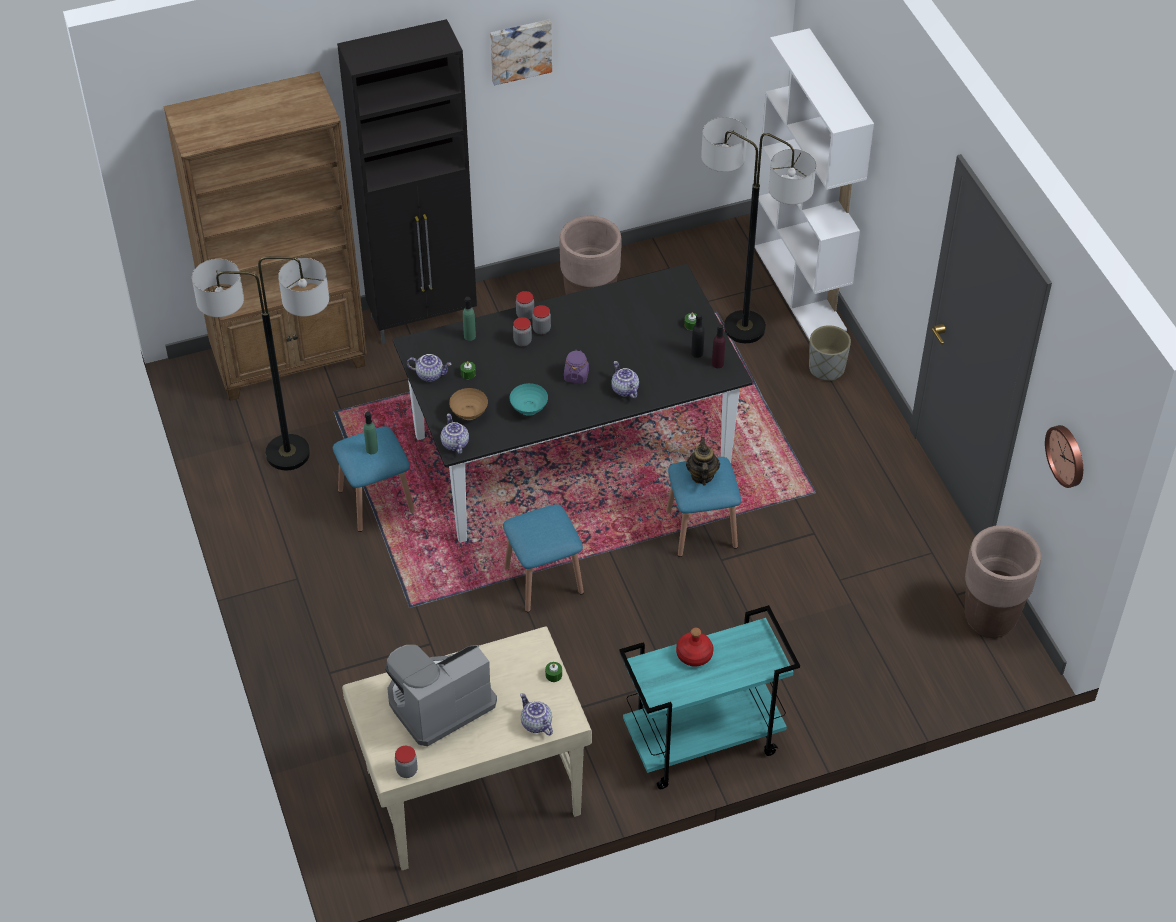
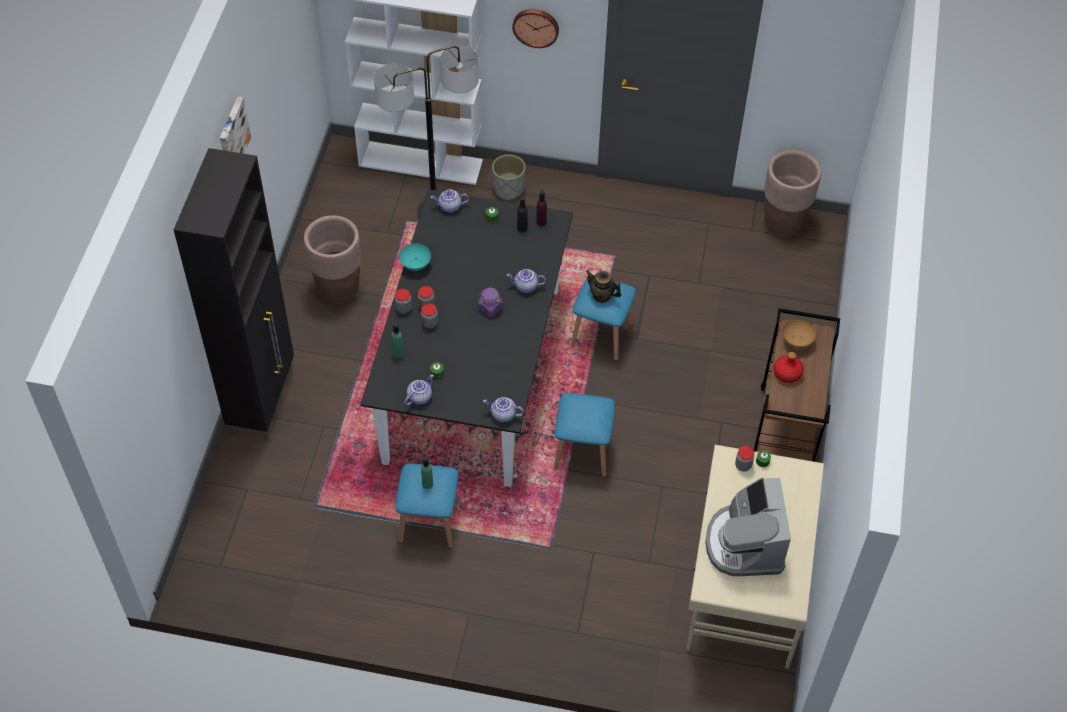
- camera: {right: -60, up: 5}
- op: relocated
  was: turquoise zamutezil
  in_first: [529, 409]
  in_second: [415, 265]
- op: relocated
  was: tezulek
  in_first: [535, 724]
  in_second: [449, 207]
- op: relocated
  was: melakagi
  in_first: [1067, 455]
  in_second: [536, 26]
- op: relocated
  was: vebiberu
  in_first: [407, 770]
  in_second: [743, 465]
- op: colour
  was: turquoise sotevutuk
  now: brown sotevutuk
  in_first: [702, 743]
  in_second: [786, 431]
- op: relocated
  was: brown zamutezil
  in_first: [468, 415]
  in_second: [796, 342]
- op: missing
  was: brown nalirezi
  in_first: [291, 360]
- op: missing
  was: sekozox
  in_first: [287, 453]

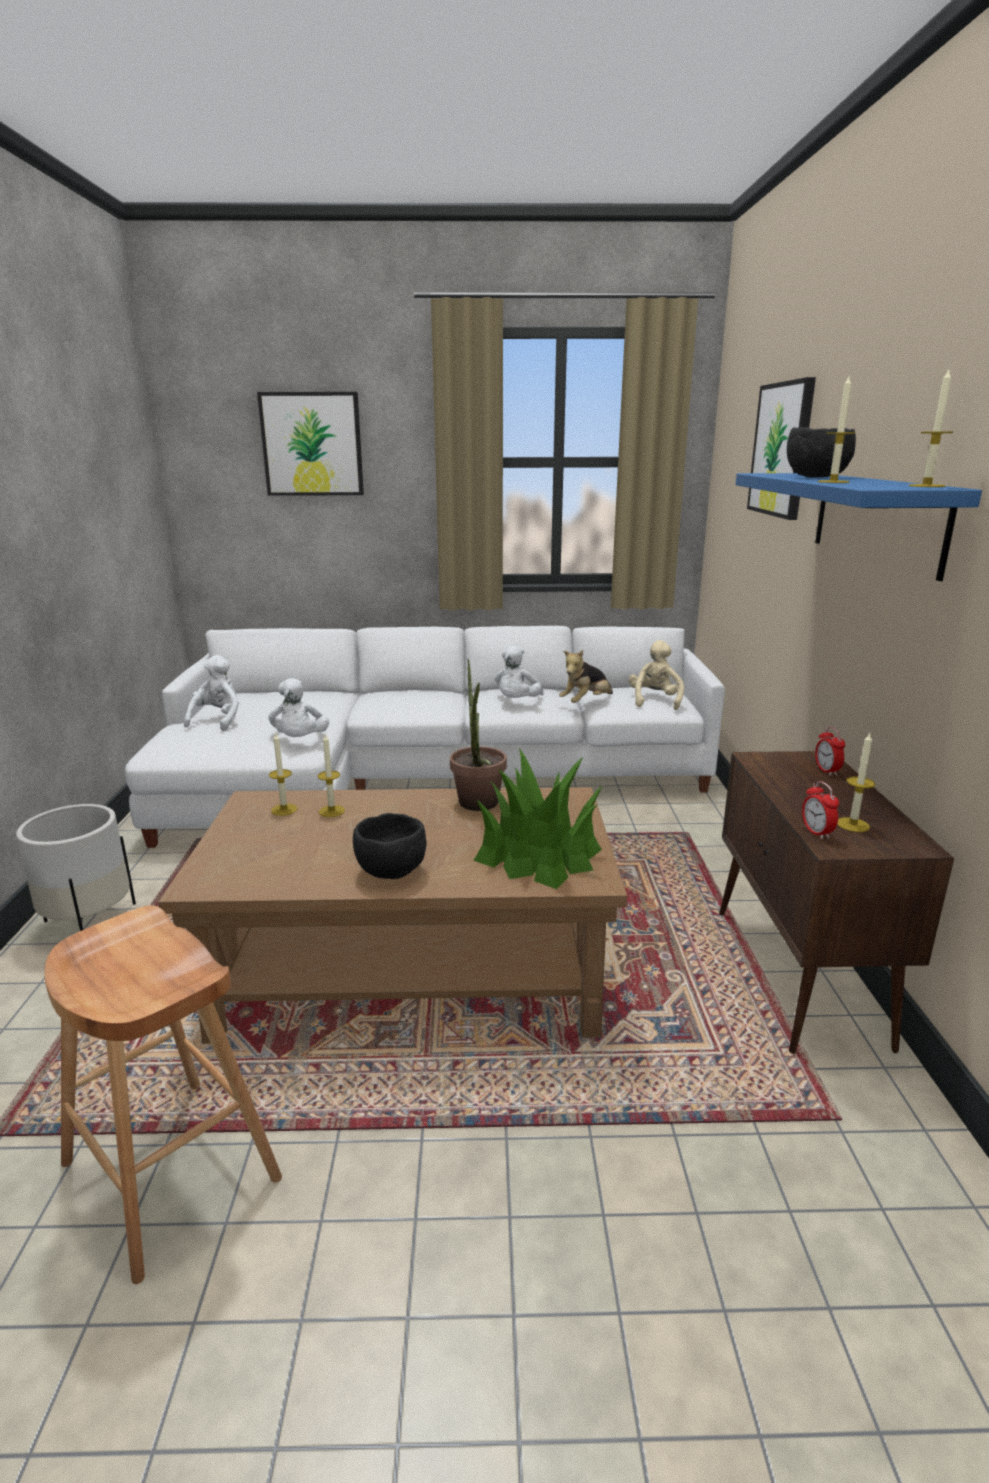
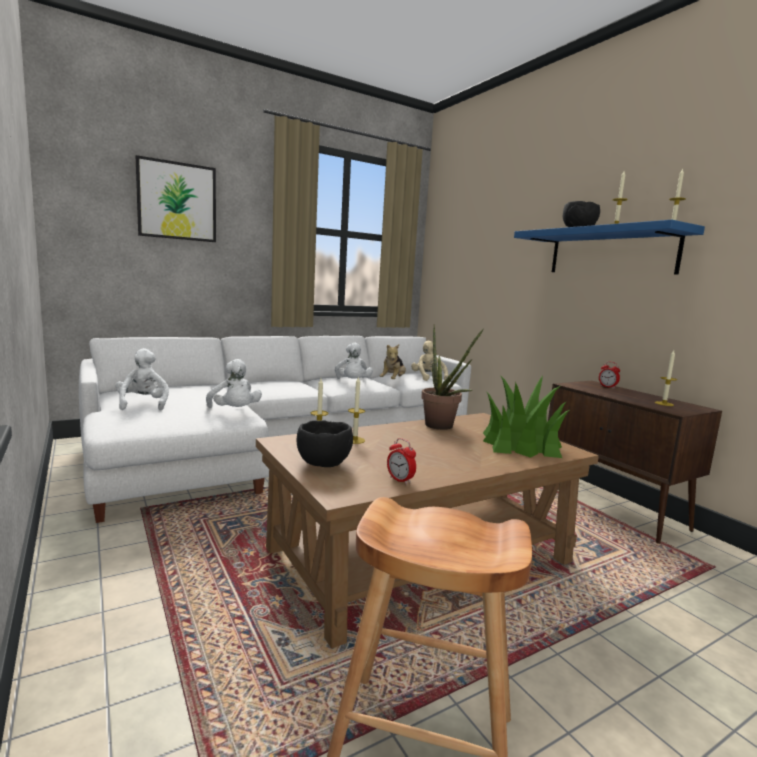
- camera: {right: -30, up: -10}
- op: relocated
  was: black zamutezil
  in_first: [391, 872]
  in_second: [324, 465]
- op: relocated
  was: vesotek
  in_first: [816, 832]
  in_second: [400, 480]
- op: missing
  was: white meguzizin
  in_first: [89, 925]
- op: missing
  was: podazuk
  in_first: [781, 449]

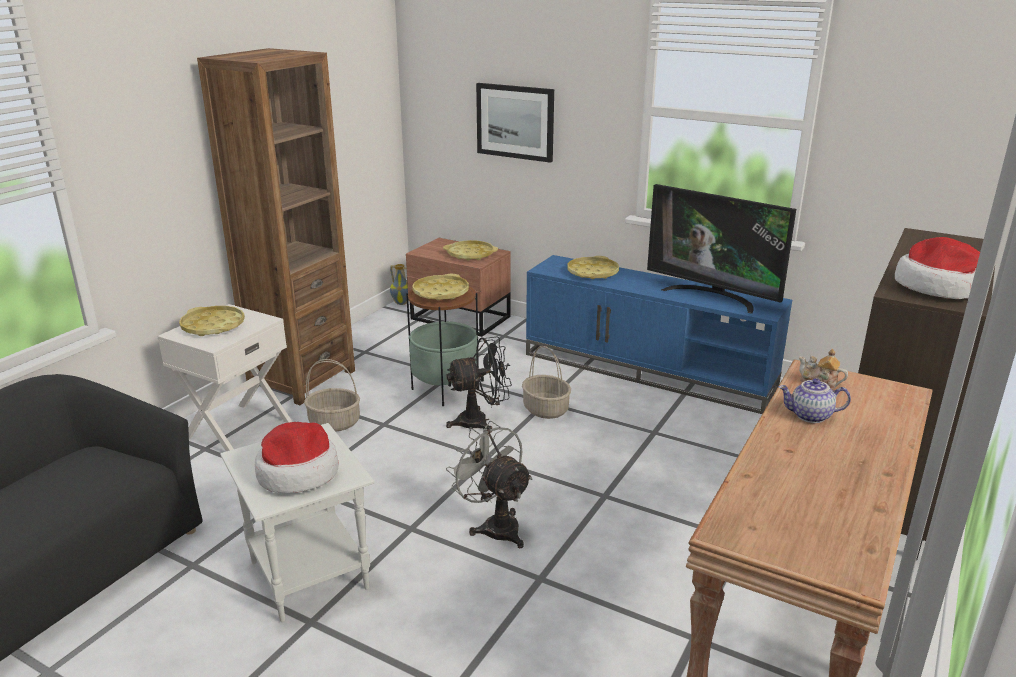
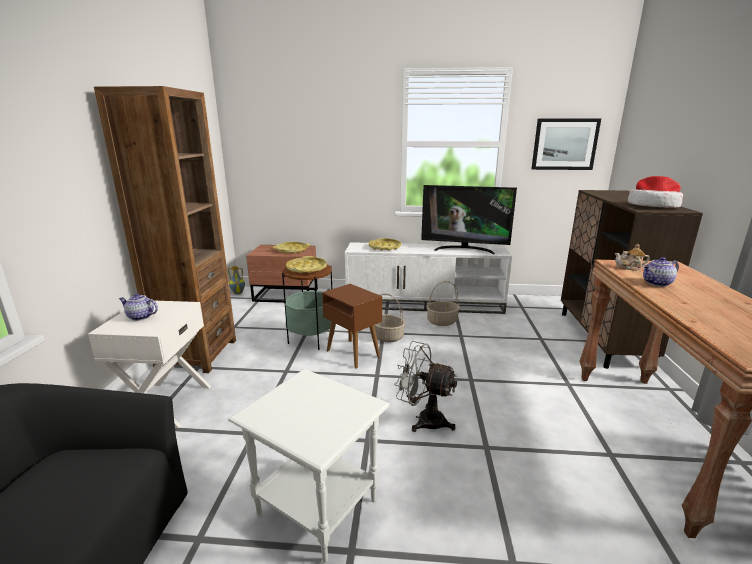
- camera: {right: -25, up: -5}
- op: exchanged
  was: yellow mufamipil
  now: tezulek
  in_first: [213, 326]
  in_second: [140, 317]
- op: exchanged
  was: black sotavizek
  now: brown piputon
  in_first: [480, 421]
  in_second: [352, 353]
- op: colour
  was: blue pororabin
  now: white pororabin
  in_first: [649, 370]
  in_second: [425, 303]
- op: relocated
  was: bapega
  in_first: [335, 423]
  in_second: [442, 321]
- op: relocated
  was: podazuk
  in_first: [515, 122]
  in_second: [564, 144]
- op: missing
  was: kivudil
  in_first: [298, 473]

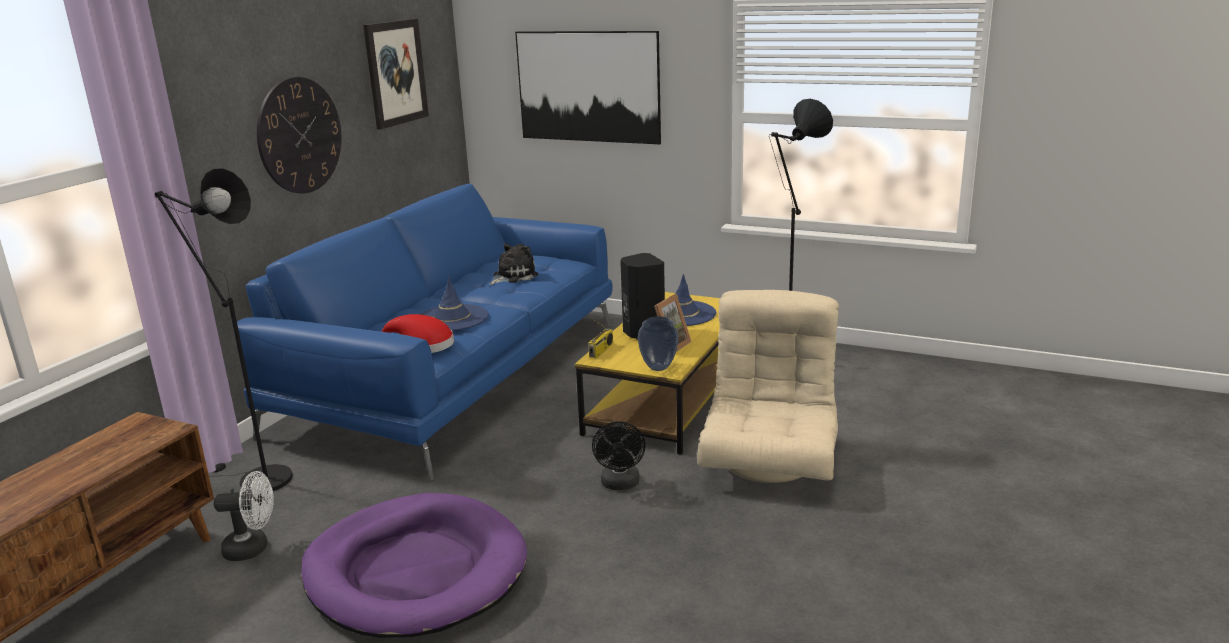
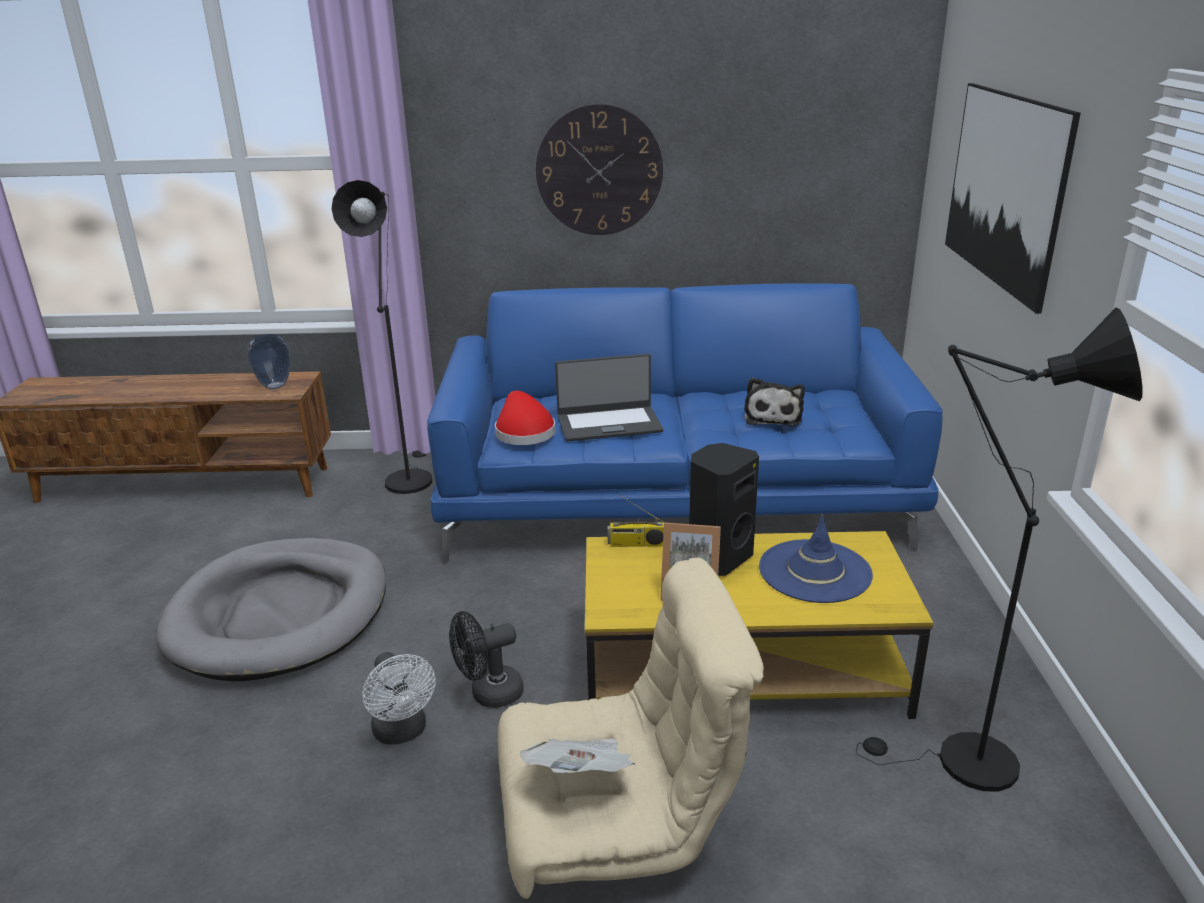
- camera: {right: 65, up: 5}
- op: colour
  was: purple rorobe
  now: grey rorobe
  in_first: [415, 571]
  in_second: [280, 614]
- op: relocated
  was: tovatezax
  in_first: [658, 367]
  in_second: [275, 386]
- op: relocated
  was: white sotavizek
  in_first: [253, 548]
  in_second: [403, 732]
- op: appeared
  now: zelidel
  in_second: [581, 777]
- op: exchanged
  was: blue kivudil
  now: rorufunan
  in_first: [452, 318]
  in_second: [609, 424]
- op: spun
  was: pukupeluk
  in_first: [512, 276]
  in_second: [773, 416]
  clockwise: 75
- op: missing
  was: podazuk
  in_first: [395, 73]

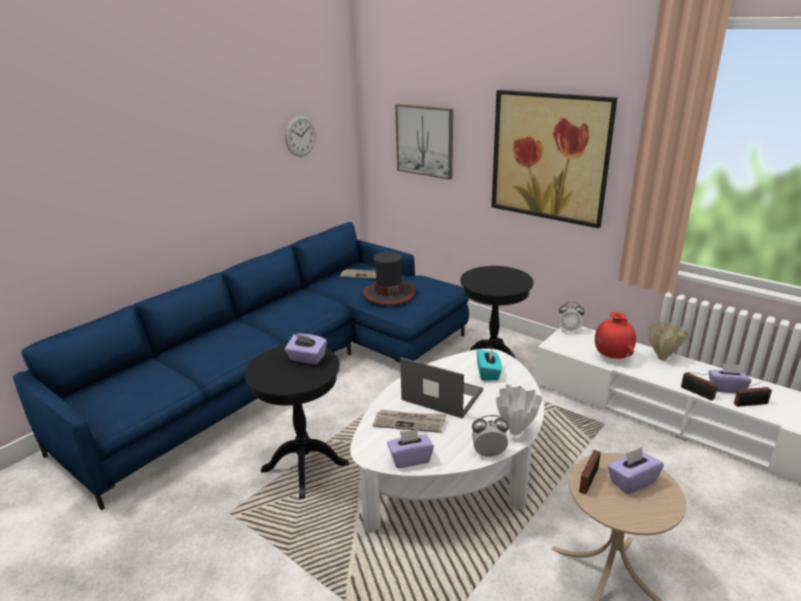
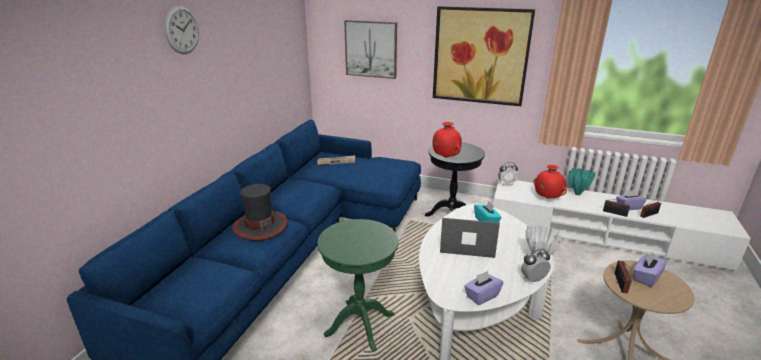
- camera: {right: -20, up: 0}
- op: relocated
  was: melakagi
  in_first: [300, 136]
  in_second: [182, 30]
- op: relocated
  was: kivudil
  in_first: [389, 293]
  in_second: [260, 226]
- op: colour
  was: black piputon
  now: green piputon
  in_first: [305, 467]
  in_second: [360, 324]
- op: appeared
  now: red tovatezax
  in_second: [445, 157]
- op: colour
  was: beige tovatezax
  now: turquoise tovatezax
  in_first: [661, 358]
  in_second: [577, 194]
- op: missing
  was: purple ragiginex
  in_first: [307, 358]
- op: missing
  was: zelidel
  in_first: [410, 422]

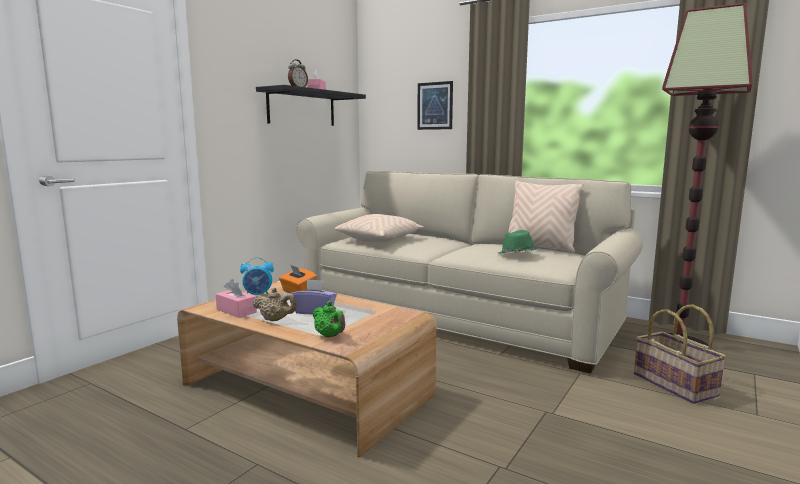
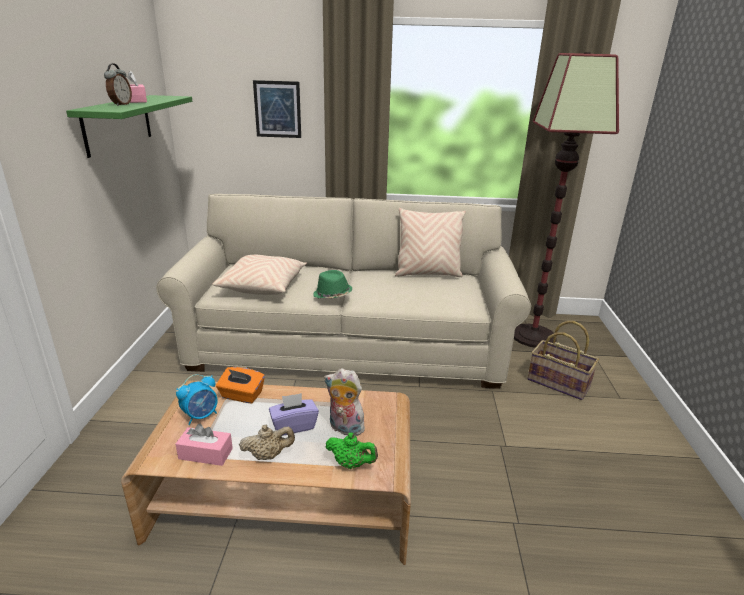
- camera: {right: -30, up: 15}
- op: colour
  was: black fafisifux
  now: green fafisifux
  in_first: [302, 108]
  in_second: [118, 124]
- op: relocated
  was: green kivudil
  in_first: [517, 255]
  in_second: [332, 295]
- op: appeared
  now: pukupeluk
  in_second: [344, 428]

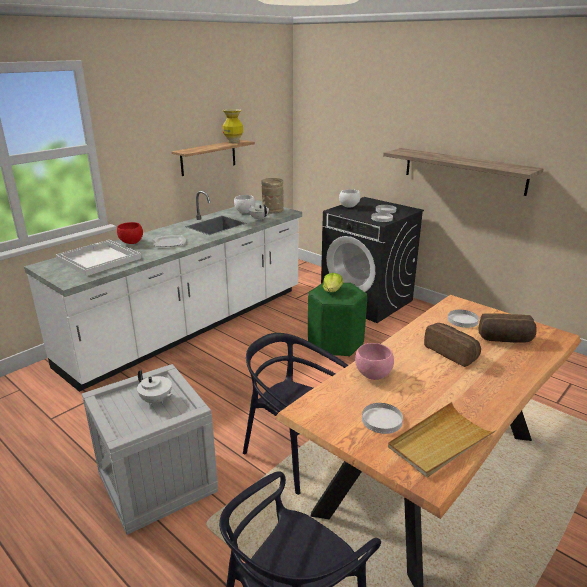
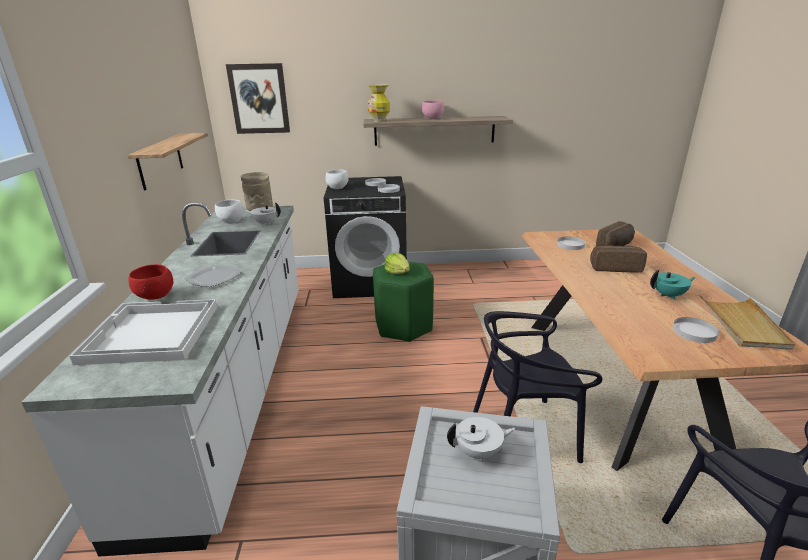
- camera: {right: -45, up: 0}
- op: appeared
  now: podazuk
  in_second: [259, 99]
- op: relocated
  was: tovatezax
  in_first: [233, 142]
  in_second: [379, 121]
- op: relocated
  was: pink zamutezil
  in_first: [373, 375]
  in_second: [433, 118]
- op: appeared
  now: turquoise tezulek
  in_second: [668, 295]

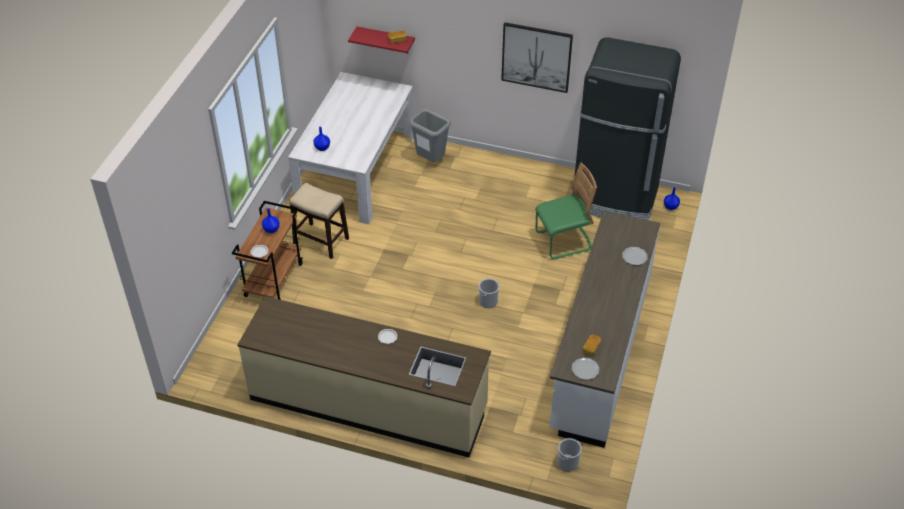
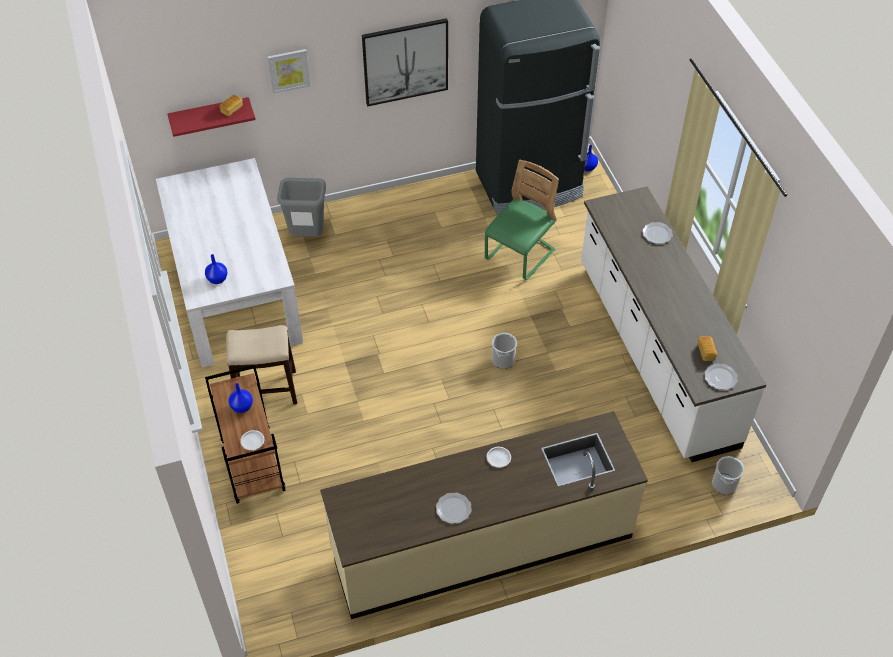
- camera: {right: -35, up: 5}
- op: appeared
  now: podazuk
  in_second: [288, 70]
- op: appeared
  now: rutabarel
  in_second: [454, 509]

